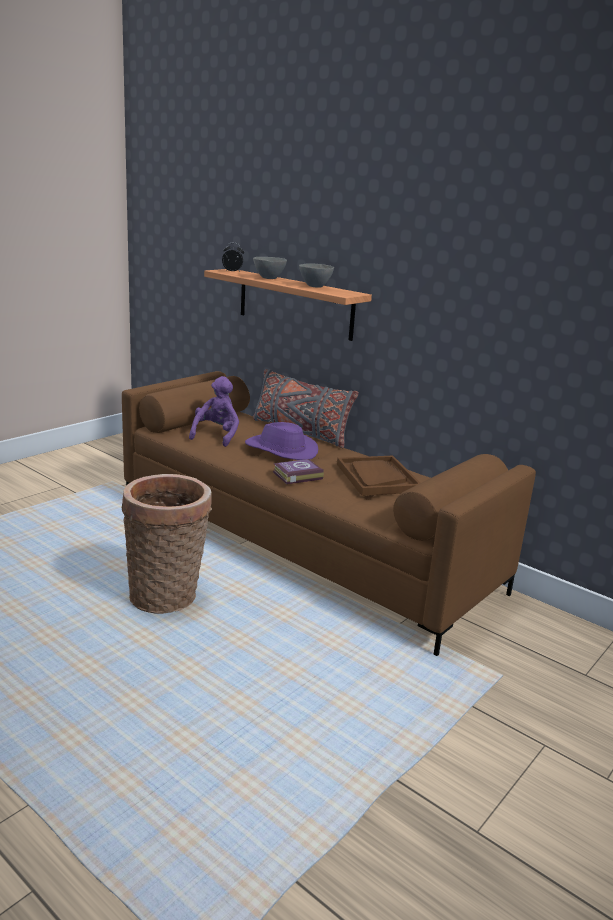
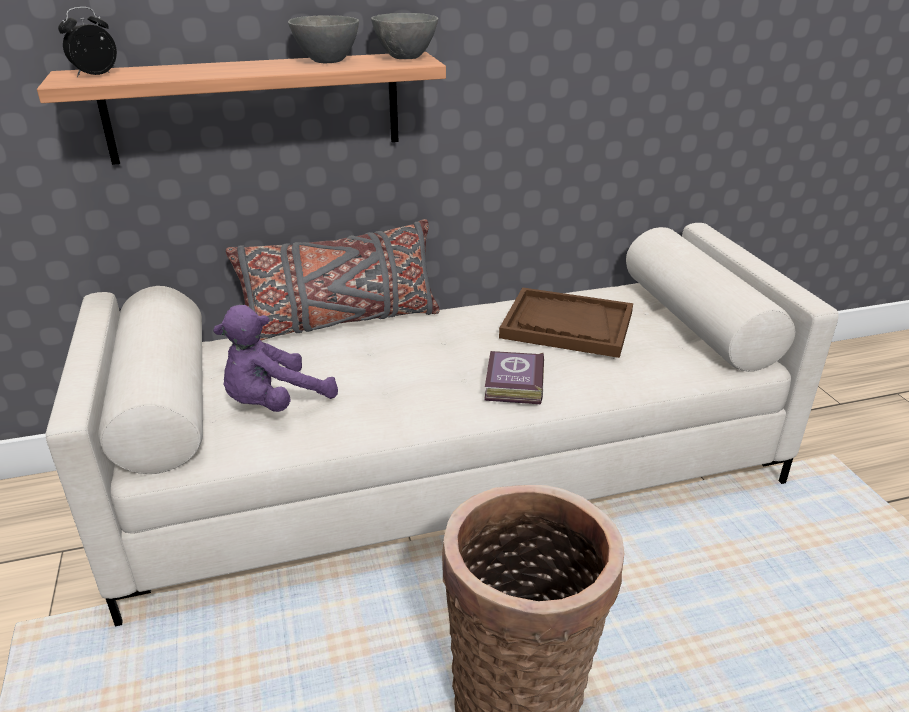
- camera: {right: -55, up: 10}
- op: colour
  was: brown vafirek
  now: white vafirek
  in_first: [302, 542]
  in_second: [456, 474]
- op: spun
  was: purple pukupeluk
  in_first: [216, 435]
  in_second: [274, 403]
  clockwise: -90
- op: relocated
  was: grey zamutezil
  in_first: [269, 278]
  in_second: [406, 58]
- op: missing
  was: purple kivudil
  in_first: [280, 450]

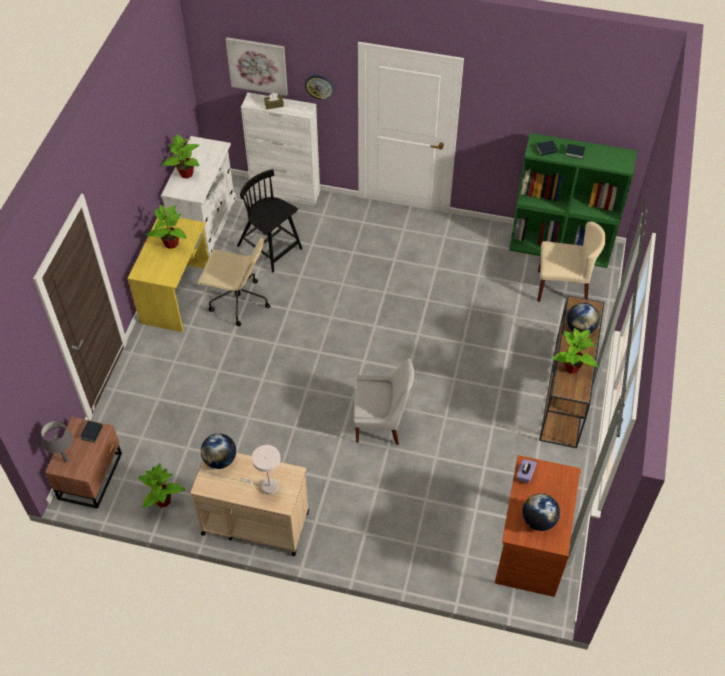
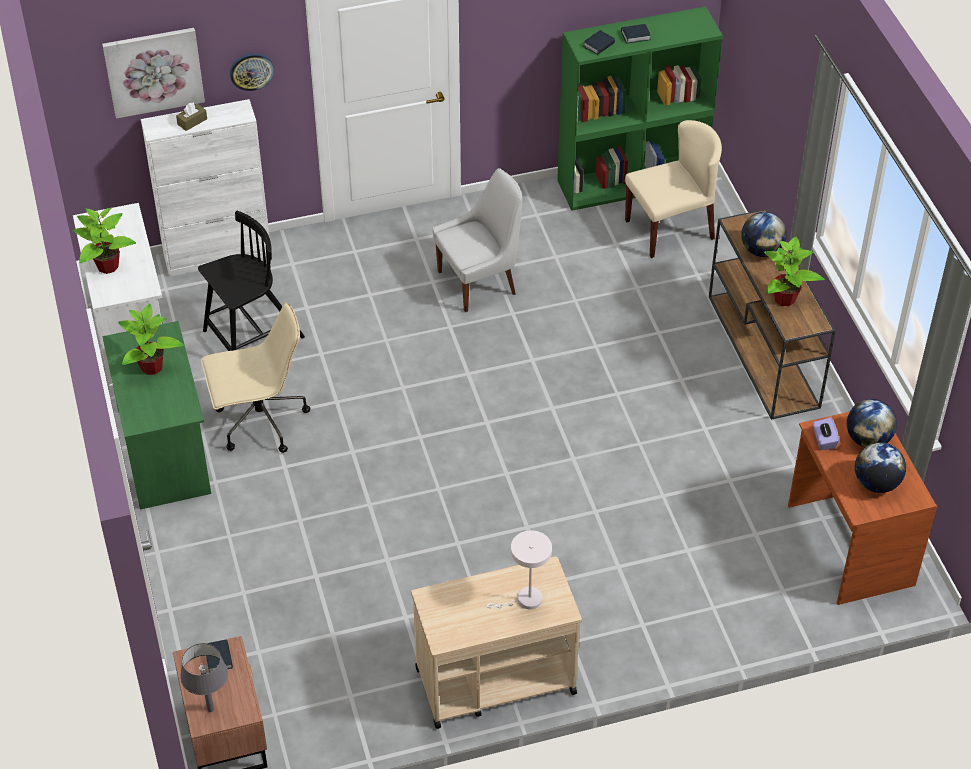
- camera: {right: -30, up: -5}
- op: colour
  was: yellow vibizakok
  now: green vibizakok
  in_first: [177, 295]
  in_second: [165, 450]
- op: spun
  was: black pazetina
  in_first: [270, 248]
  in_second: [252, 335]
  clockwise: 135
- op: relocated
  was: white pazetina
  in_first: [381, 424]
  in_second: [480, 282]
- op: relocated
  was: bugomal
  in_first: [220, 460]
  in_second: [868, 439]
- op: missing
  was: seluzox
  in_first: [163, 501]

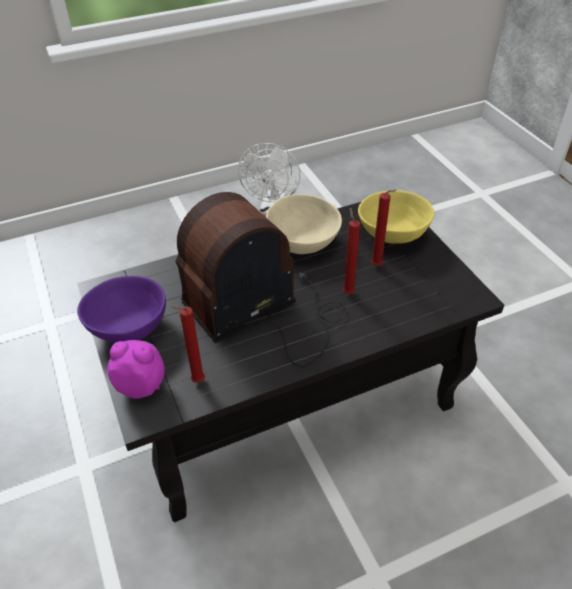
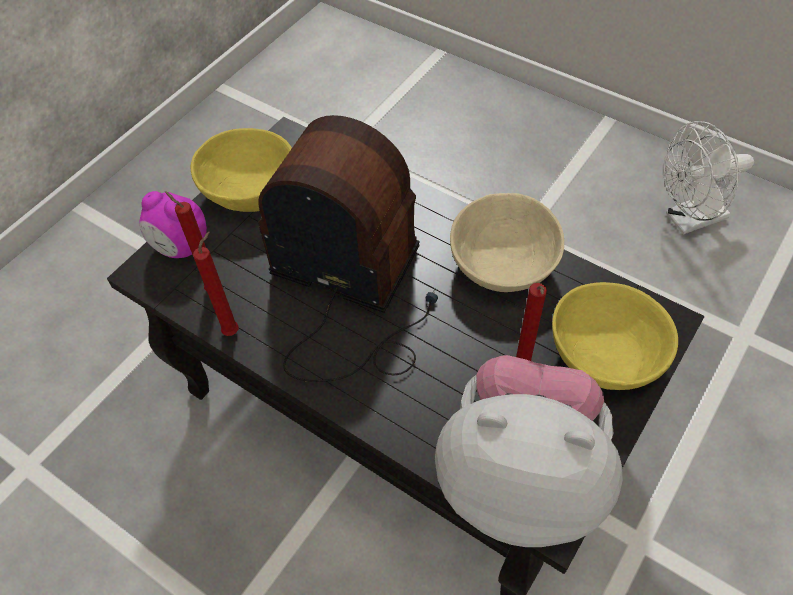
- camera: {right: 60, up: 10}
- op: spun
  was: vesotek
  in_first: [141, 385]
  in_second: [181, 247]
  clockwise: 135
- op: colour
  was: purple zamutezil
  now: yellow zamutezil
  in_first: [130, 327]
  in_second: [250, 192]
- op: relocated
  was: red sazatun
  in_first: [347, 292]
  in_second: [233, 330]
- op: appeared
  now: pukupeluk
  in_second: [520, 479]

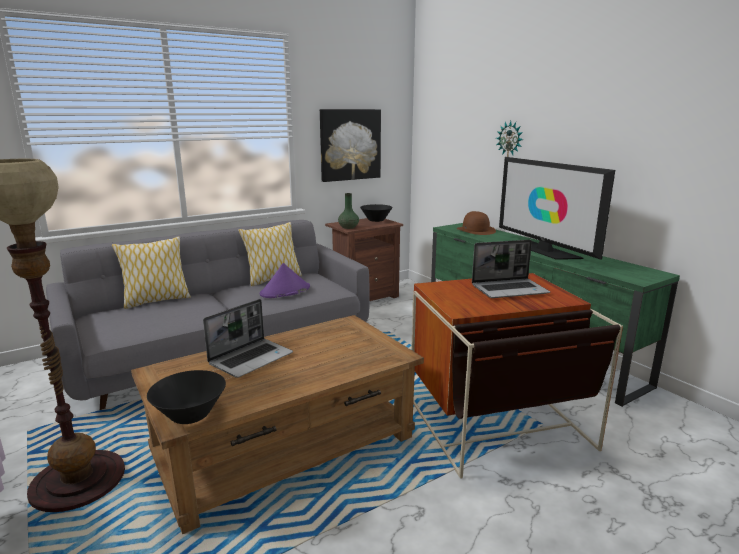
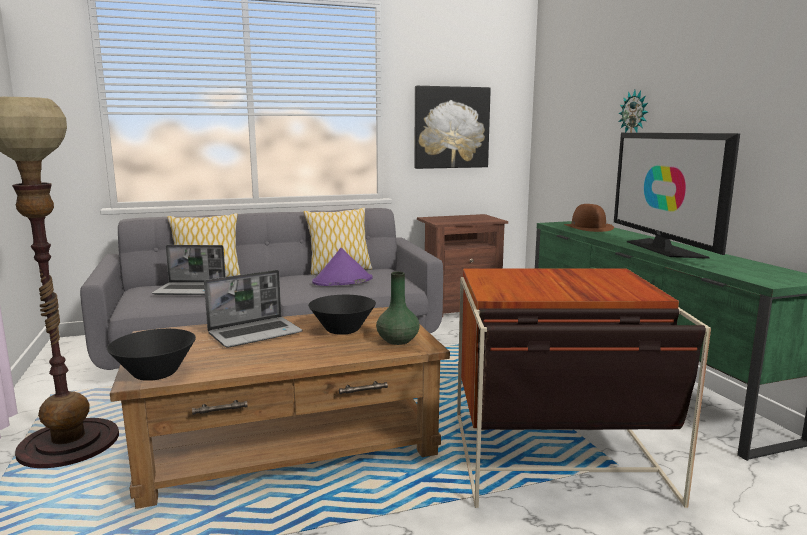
- camera: {right: 15, up: -5}
- op: relocated
  was: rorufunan
  in_first: [510, 290]
  in_second: [191, 290]
- op: relocated
  was: black zamutezil
  in_first: [376, 220]
  in_second: [343, 330]
- op: relocated
  was: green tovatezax
  in_first: [348, 227]
  in_second: [397, 341]

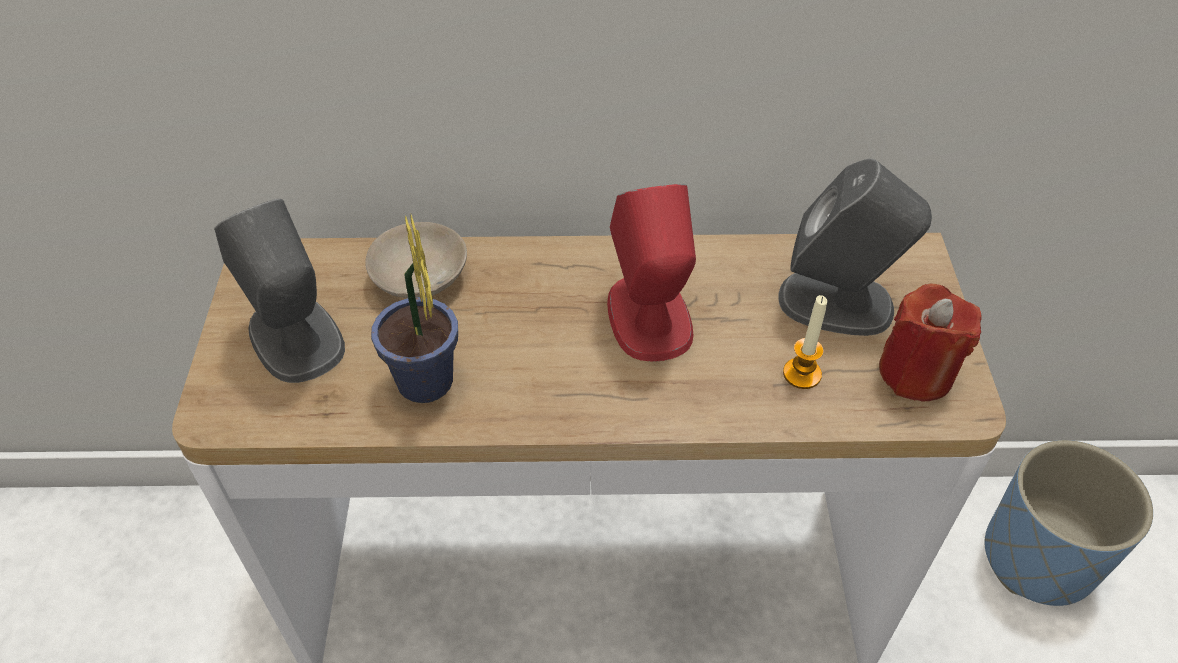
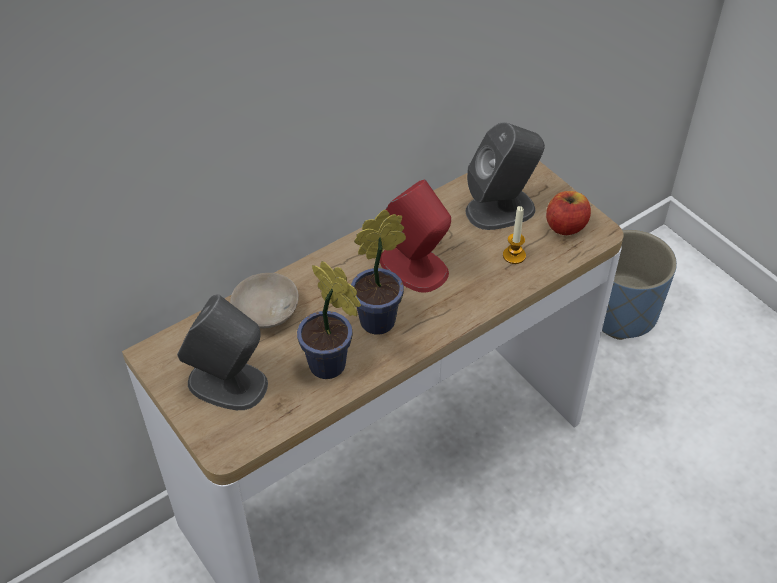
- camera: {right: -35, up: 0}
- op: appeared
  now: seluzox
  in_second: [382, 319]
- op: exchanged
  was: red sazatun
  now: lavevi
  in_first: [916, 373]
  in_second: [565, 226]

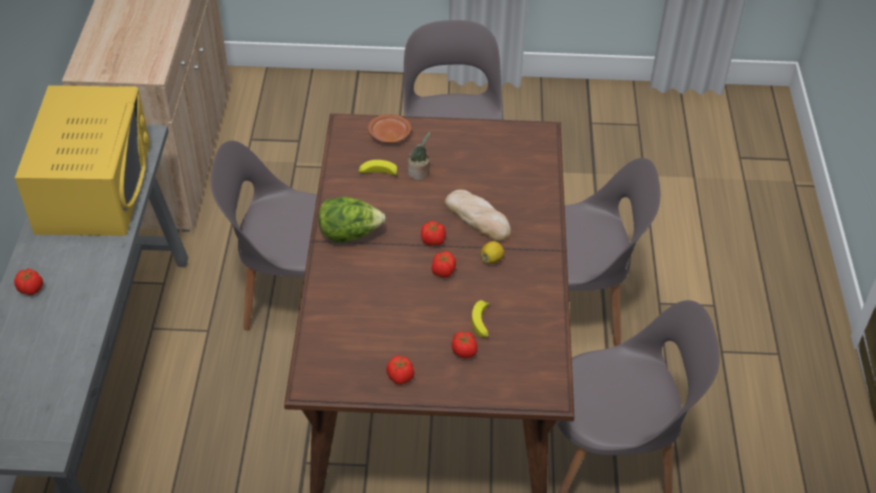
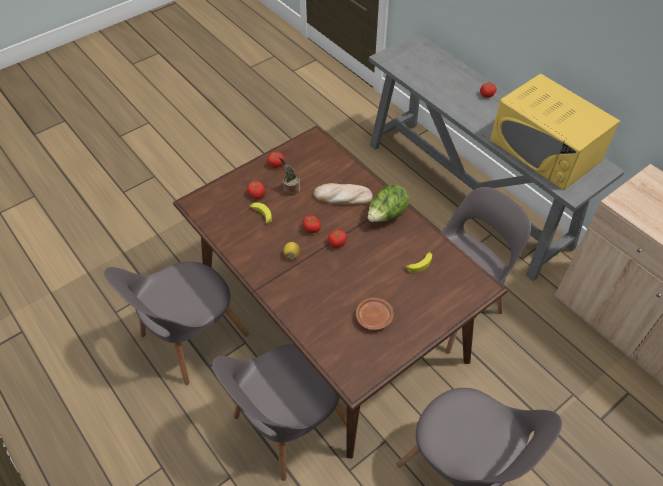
- camera: {right: 140, up: 5}
- op: relocated
  was: seluzox
  in_first: [419, 173]
  in_second: [290, 189]
- op: relocated
  was: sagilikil
  in_first: [478, 218]
  in_second: [343, 197]
- op: relocated
  was: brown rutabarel
  in_first: [389, 134]
  in_second: [374, 317]

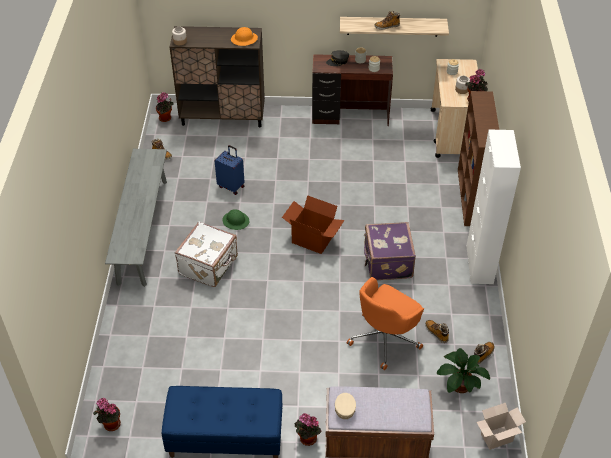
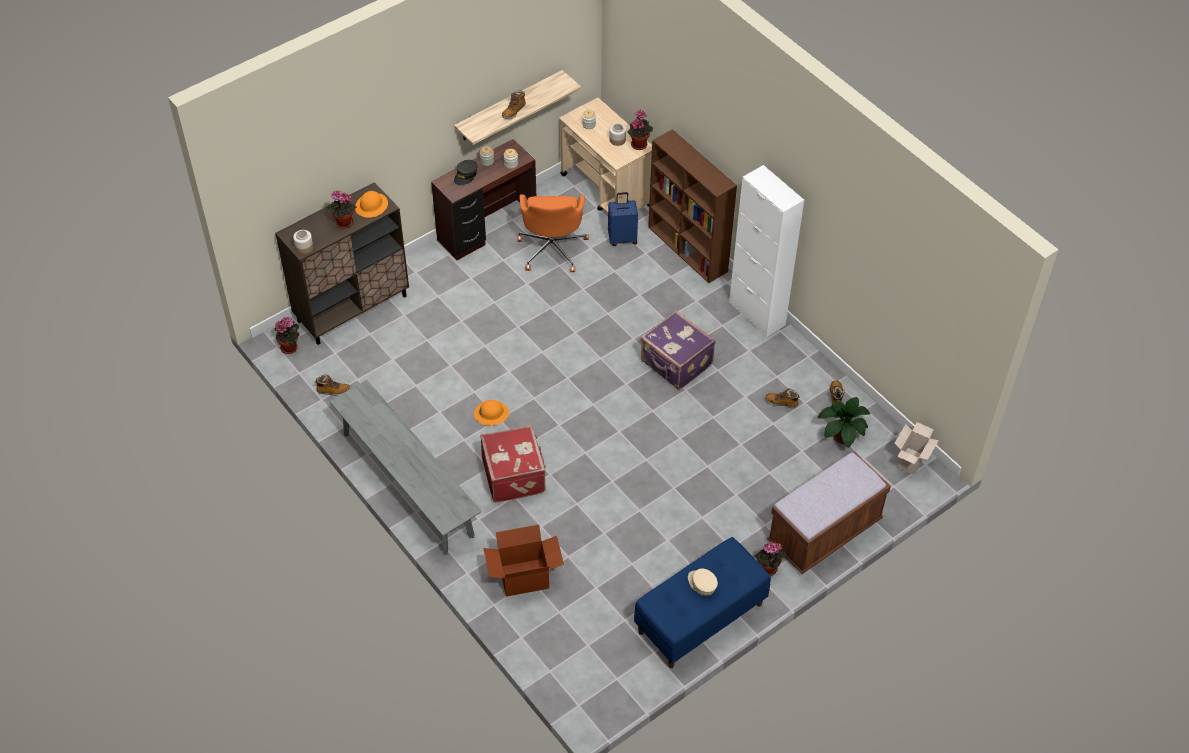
- camera: {right: -40, up: 5}
- op: relocated
  was: seluzox
  in_first: [110, 424]
  in_second: [343, 223]
- op: colour
  was: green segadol
  now: orange segadol
  in_first: [236, 221]
  in_second: [491, 413]
- op: colour
  was: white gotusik
  now: red gotusik
  in_first: [209, 265]
  in_second: [514, 475]
- op: relocated
  was: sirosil
  in_first: [313, 239]
  in_second: [524, 576]
- op: relocated
  was: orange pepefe
  in_first: [385, 338]
  in_second: [552, 248]
- op: relocated
  was: blue gotusik
  in_first: [231, 186]
  in_second: [622, 238]
- op: relocated
  was: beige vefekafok
  in_first: [344, 407]
  in_second: [702, 584]

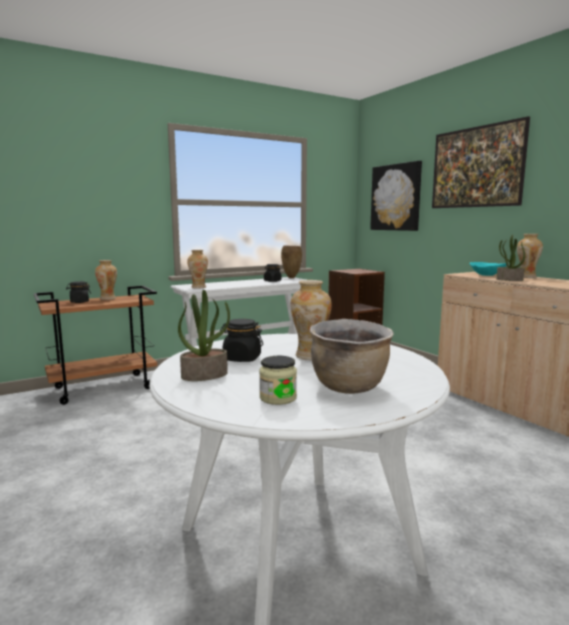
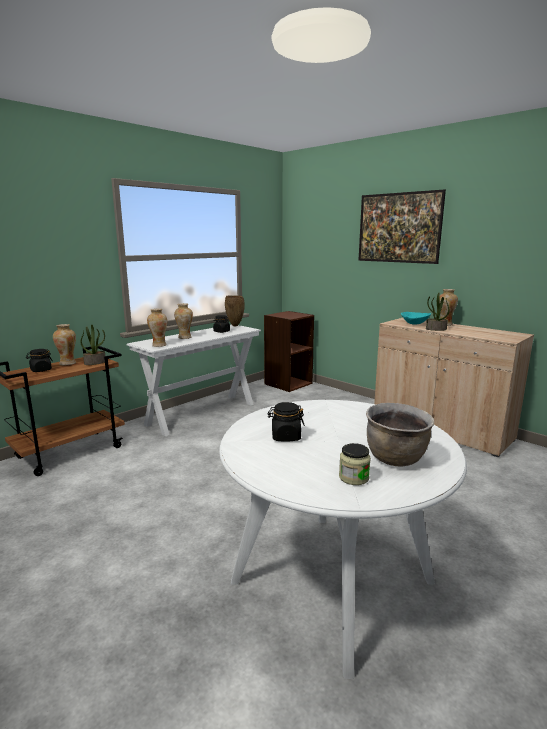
- camera: {right: -15, up: 5}
- op: relocated
  was: seluzox
  in_first: [205, 375]
  in_second: [95, 362]
- op: relocated
  was: tovatezax
  in_first: [310, 356]
  in_second: [184, 337]
- op: missing
  was: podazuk
  in_first: [396, 197]

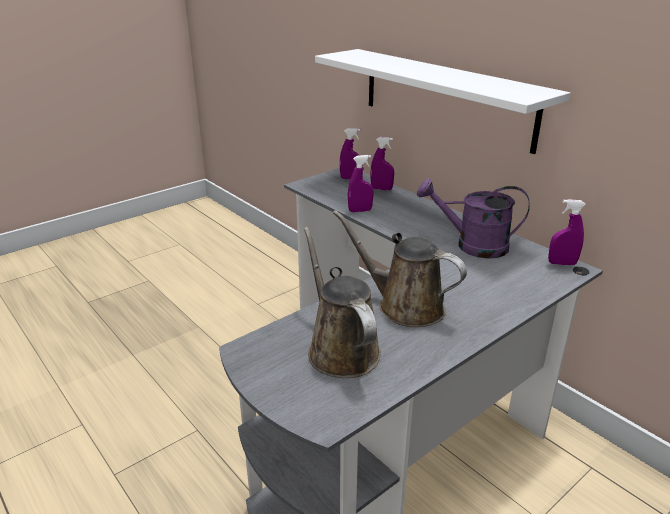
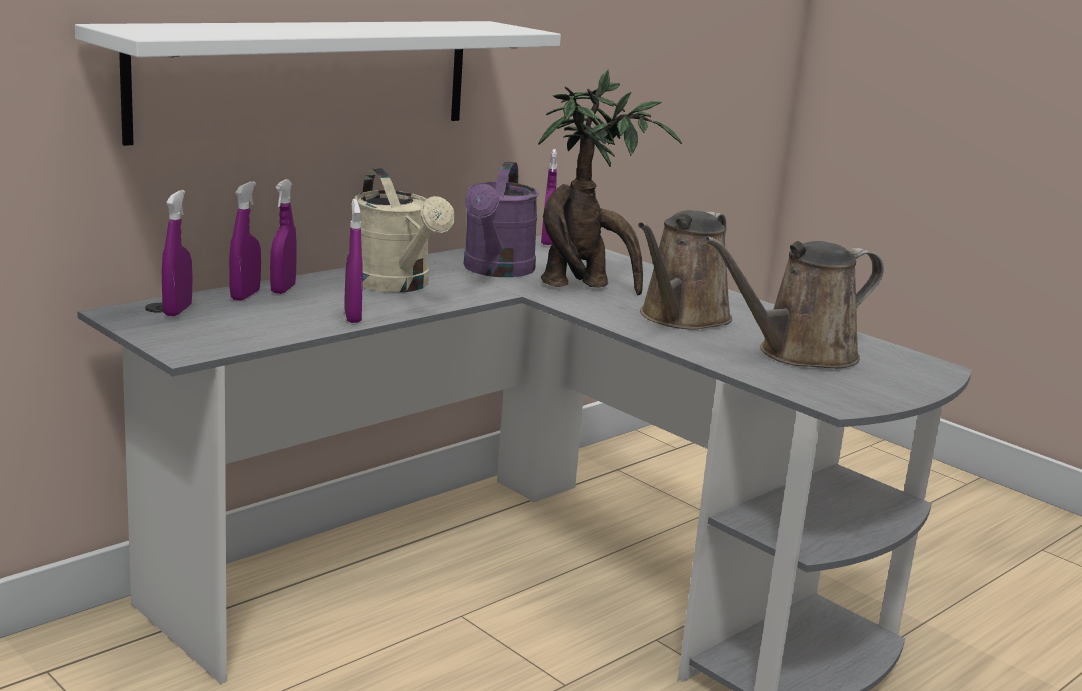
- camera: {right: -95, up: -10}
- op: appeared
  now: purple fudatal
  in_second: [283, 289]
- op: appeared
  now: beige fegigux
  in_second: [397, 285]
- op: appeared
  now: seluzox
  in_second: [584, 287]

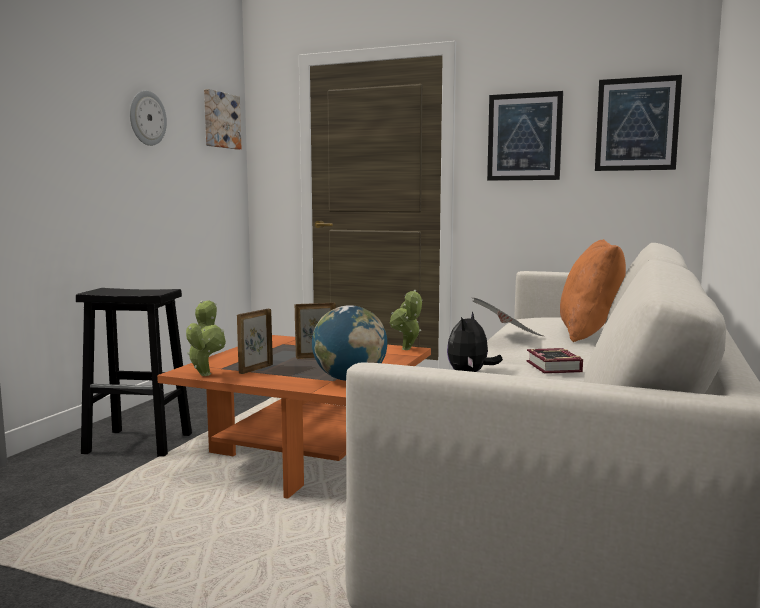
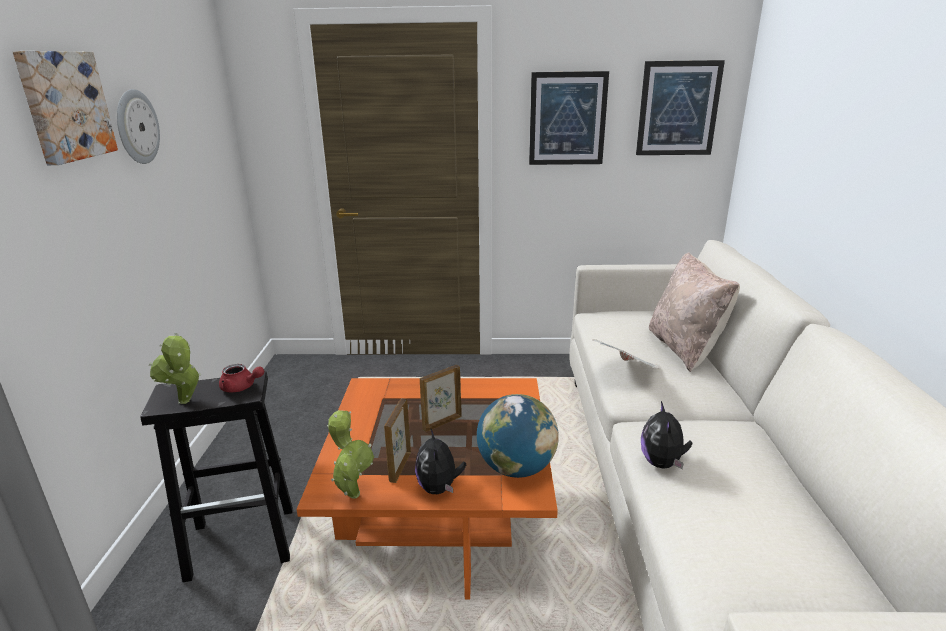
- camera: {right: -20, up: 15}
- op: relocated
  was: podazuk
  in_first: [220, 120]
  in_second: [64, 106]
- op: relocated
  was: seluzox
  in_first: [407, 350]
  in_second: [186, 403]
- op: appeared
  now: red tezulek
  in_second: [241, 387]
- op: appeared
  now: pukupeluk
  in_second: [439, 488]
- op: colour
  was: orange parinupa
  now: beige parinupa
  in_first: [589, 333]
  in_second: [685, 349]
- op: missing
  was: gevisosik
  in_first: [553, 367]

